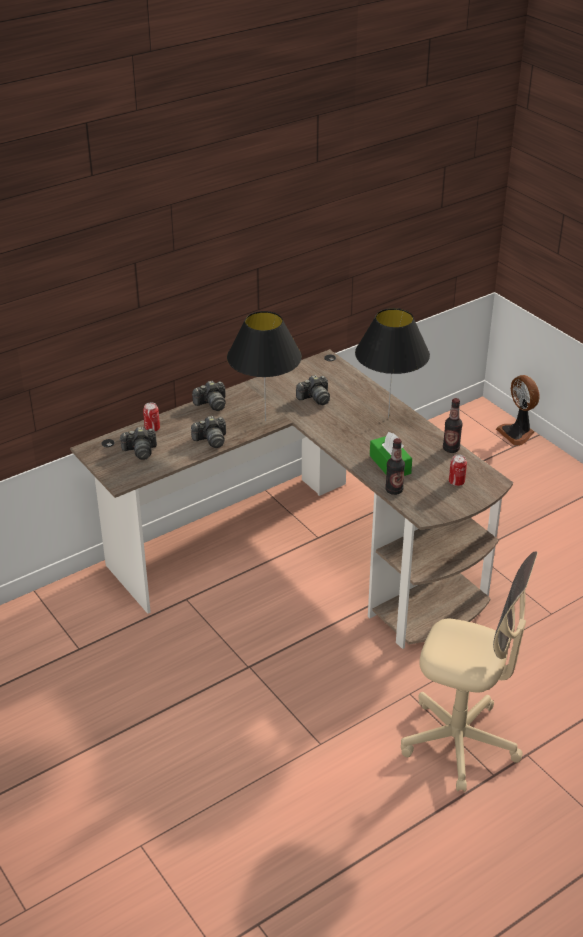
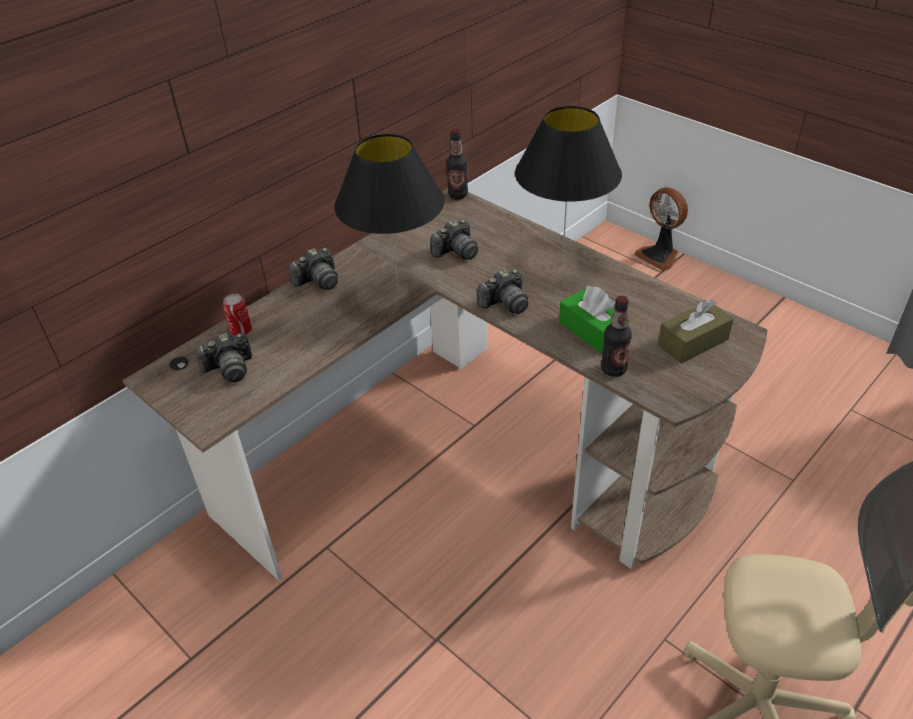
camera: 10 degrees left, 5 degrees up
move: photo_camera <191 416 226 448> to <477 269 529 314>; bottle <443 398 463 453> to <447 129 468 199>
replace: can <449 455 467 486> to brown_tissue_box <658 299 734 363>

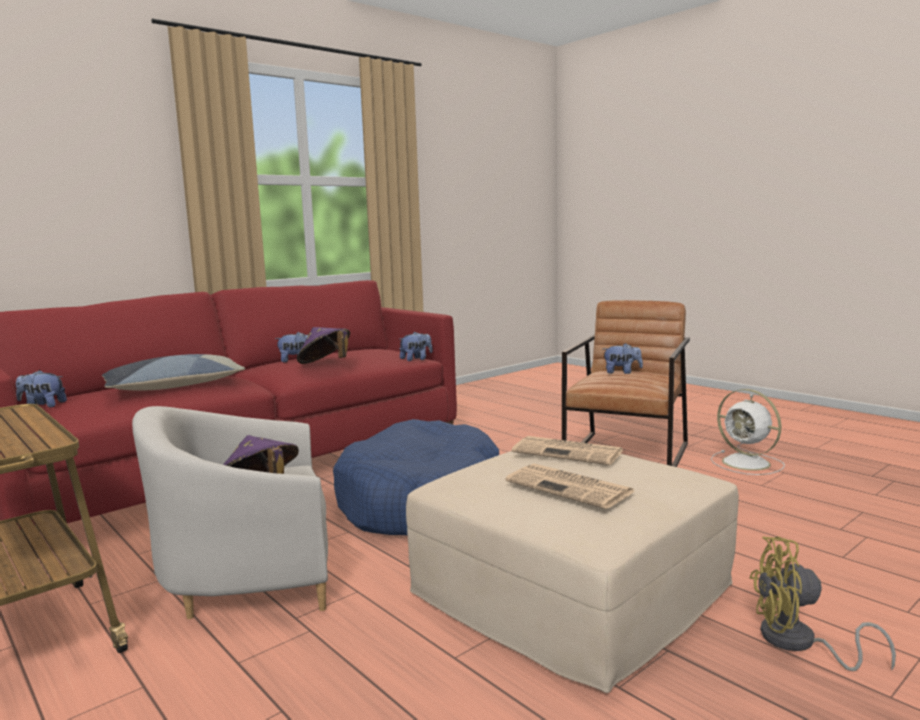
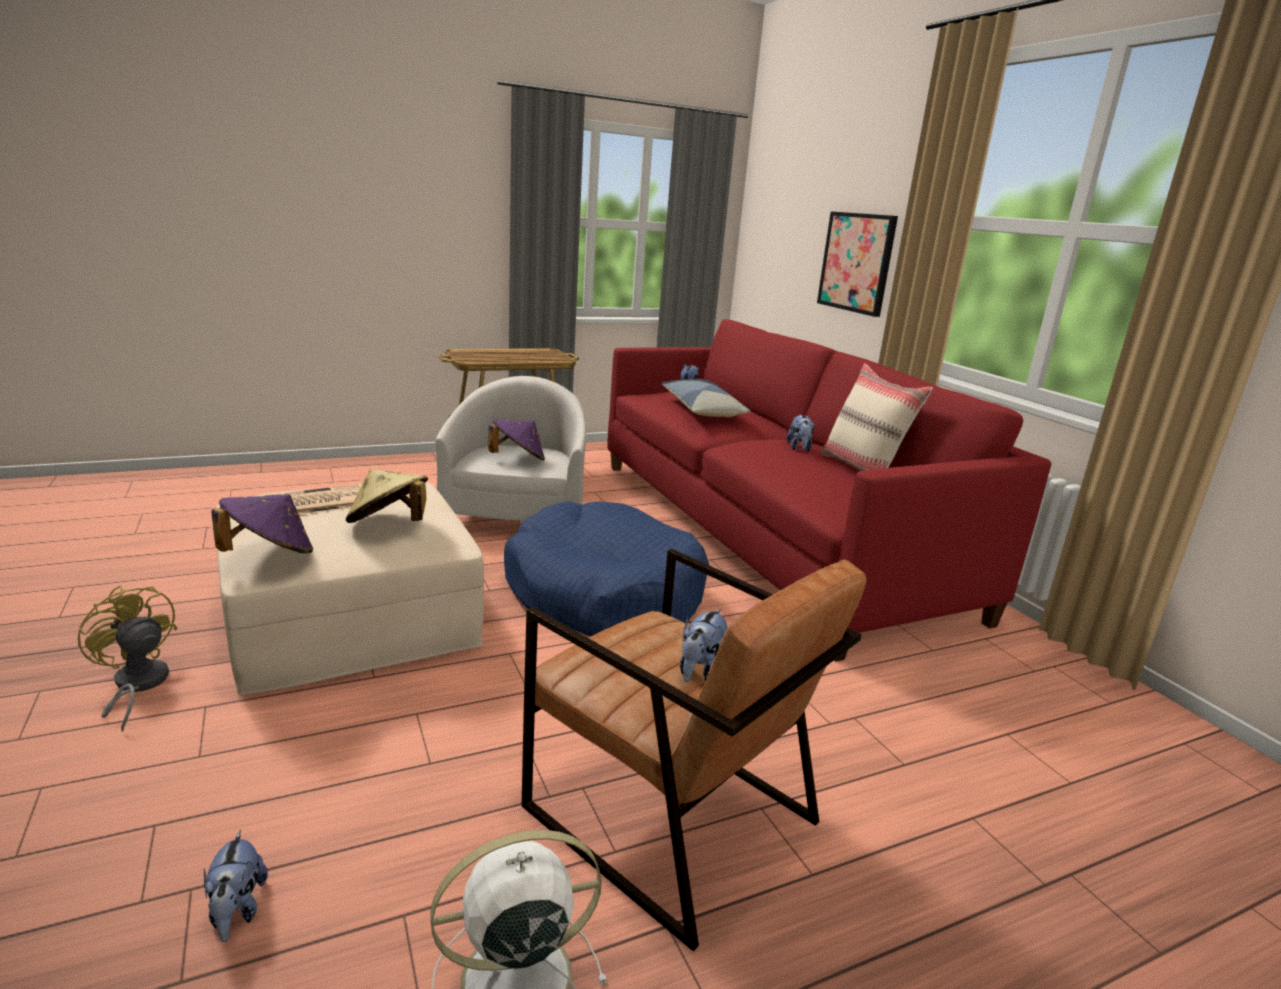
camera: 105 degrees right, 10 degrees up
insert: picture <817 212 898 317>; beige_pillow <820 363 933 471>
move: purple_hat <297 327 350 364> to <212 494 313 553>; plush_toy <399 332 432 361> to <204 830 268 942>
replace: newspaper <512 436 623 465> to beige_hat <346 469 428 523>
rotate: yellow_fan <749 537 896 671> = <78 585 177 732> 75 degrees counterclockwise

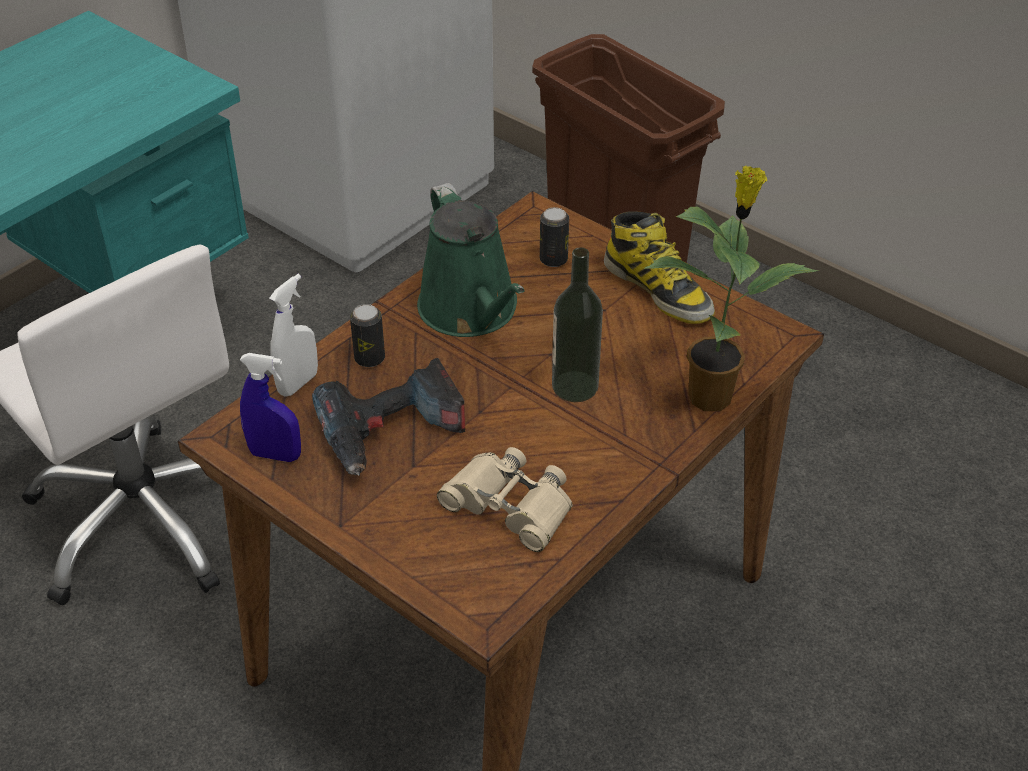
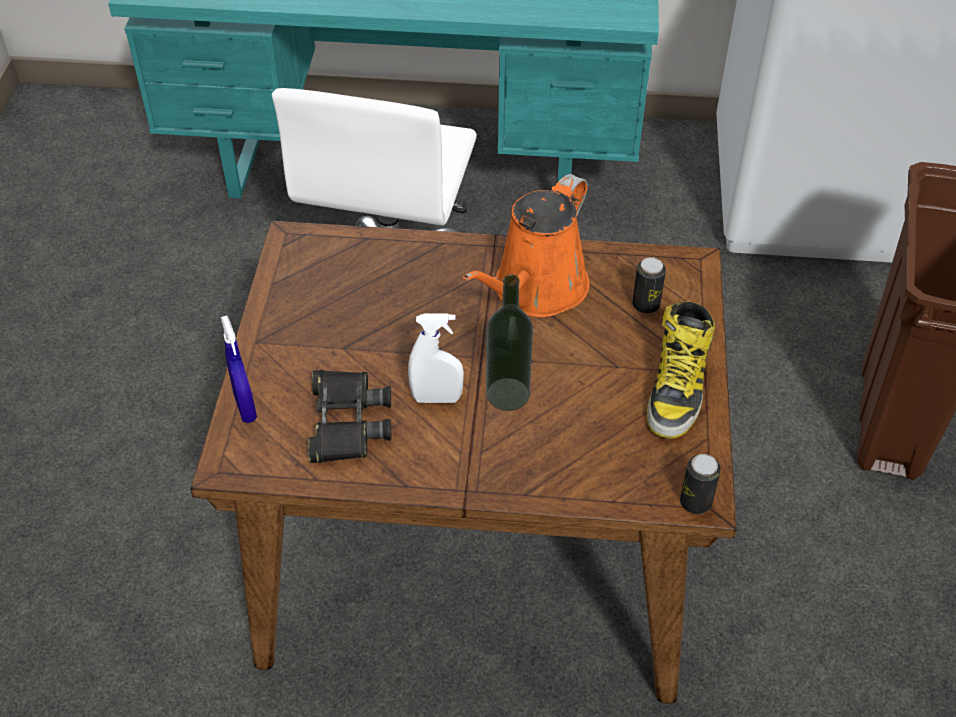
camera: 55 degrees right, 5 degrees up
delete: power_drill <312 358 465 476>; potted_plant <644 166 819 411>
move: blue_spray_bottle <240 353 301 462> to <221 315 257 423>; white_spray_bottle <269 274 318 397> to <408 313 464 403>; can <350 304 385 367> to <680 454 721 514>
recolor: green_watering_can <417 183 525 337> to orange_watering_can <463 174 590 317>; beige_binoculars <437 447 573 552> to black_binoculars <308 370 391 463>

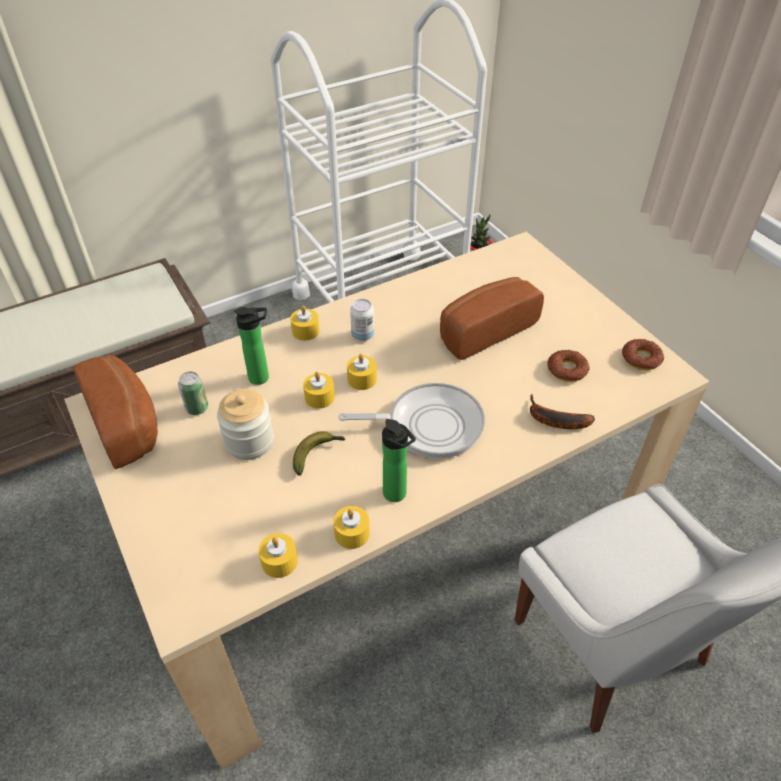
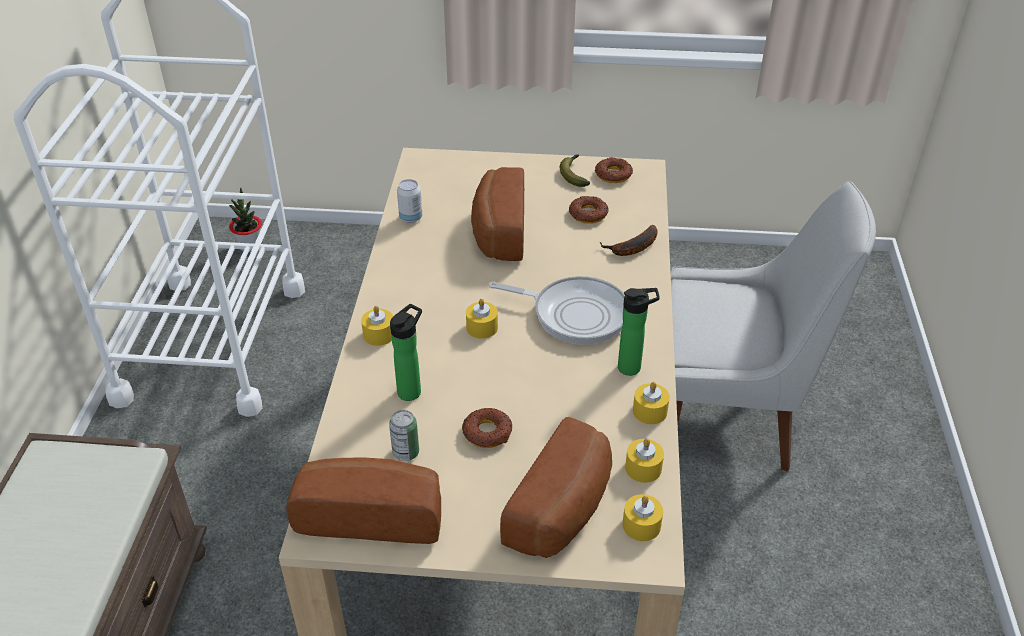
camera: 55 degrees left, 5 degrees down
insert: bread <500 417 612 558>
move: banana <293 431 345 476> to <560 154 590 187>; yellow_candle <303 372 335 409> to <623 494 663 541>; can <350 299 374 341> to <397 179 422 223>
replace: jar <217 389 274 460> to donut <462 408 512 448>
rotate: frying_pan <338 383 485 459> = <489 276 625 345> 75 degrees clockwise

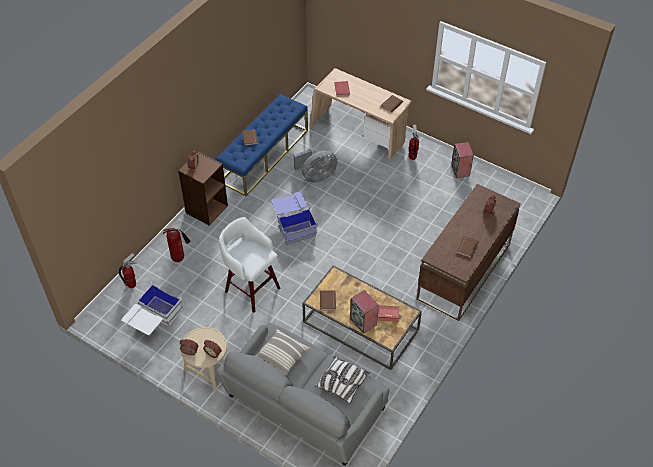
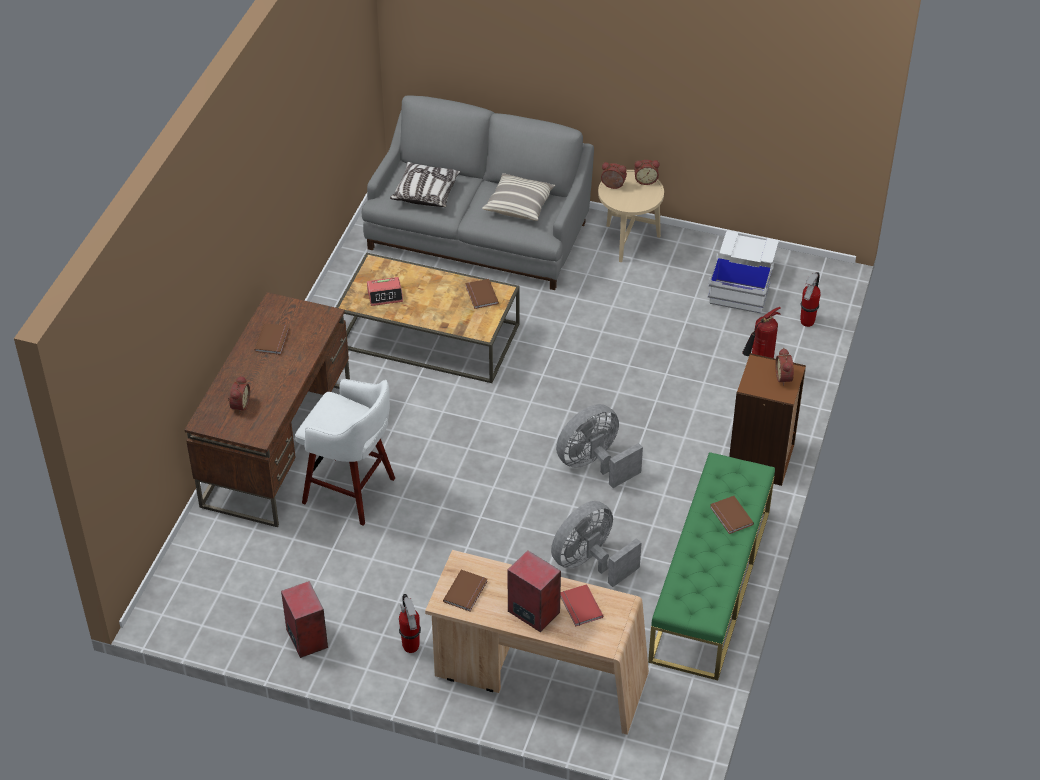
camera: 165 degrees right, 5 degrees down
move: white_stool <219 217 280 313> to <295 379 395 526>; speaker <350 290 379 334> to <507 550 561 632>
replace: blue_storage_box <271 192 318 245> to grey_fan <556 404 643 488>
recolor: blue_bench <215 94 308 196> to green_bench <648 452 775 680>

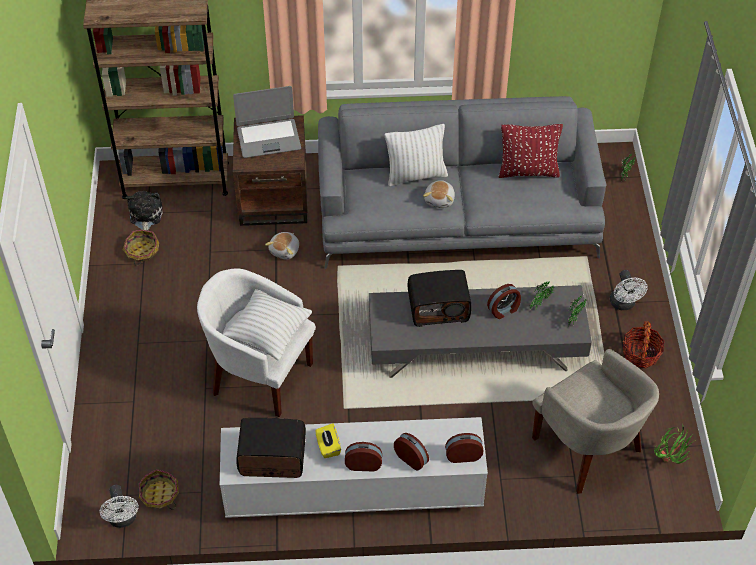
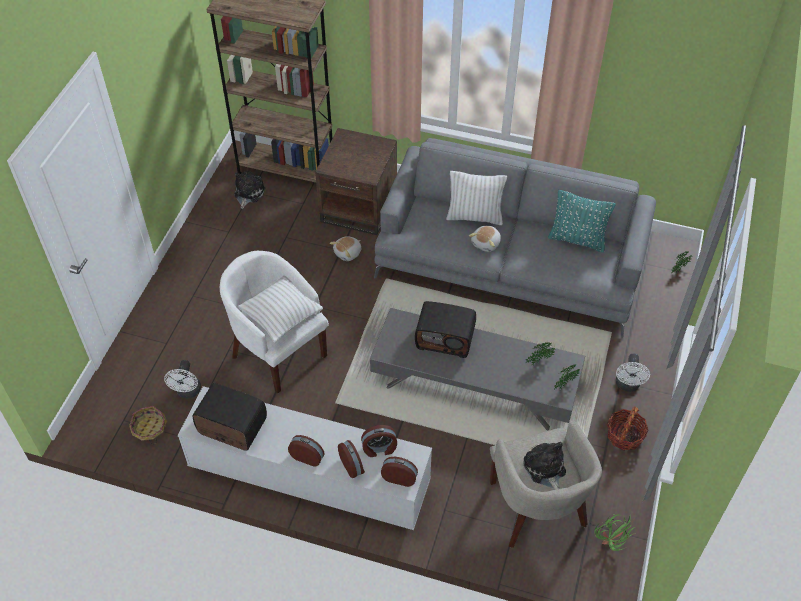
camera: 20 degrees right, 0 degrees up
delete: basket <123 230 159 266>; laptop <233 86 301 158>; yellow_tissue_box <315 423 341 458>
insert: plush_toy <523 442 566 490>
move: white_fan <100 485 139 528> to <164 360 201 398>; alarm_clock <487 284 521 319> to <361 425 397 457>
recolor: red_pillow <499 124 563 178> to turquoise_pillow <548 190 616 252>

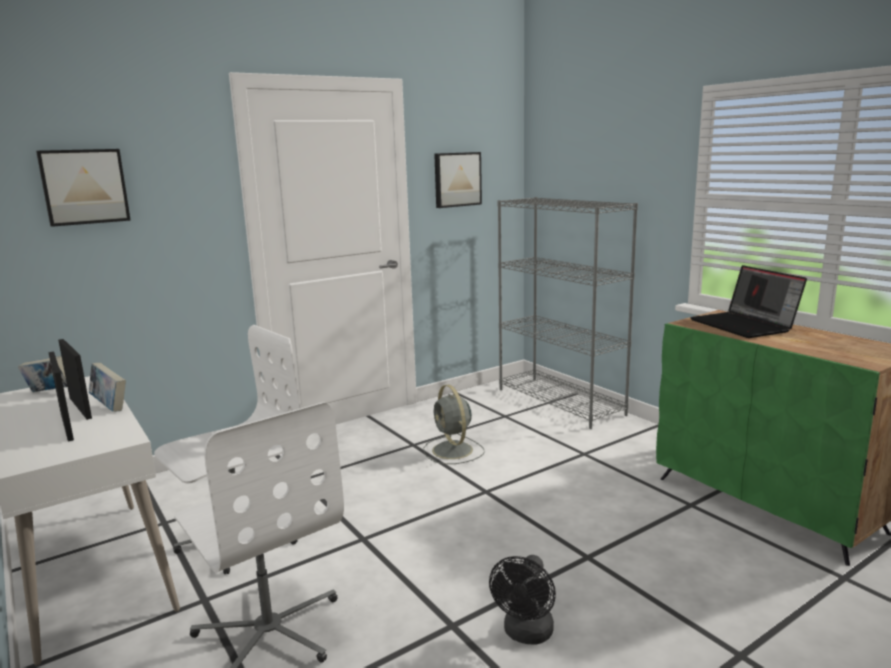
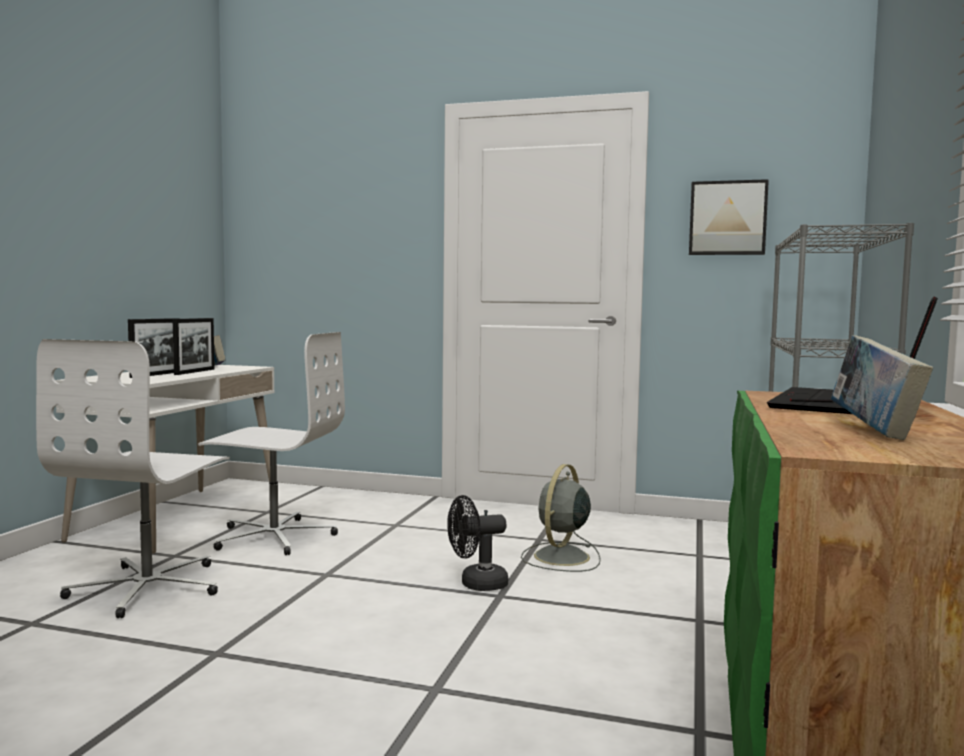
camera: 50 degrees right, 10 degrees down
delete: picture <36 149 131 227>
move: book <89 363 126 412> to <831 336 933 440>; black_fan <489 555 556 645> to <447 495 508 591>

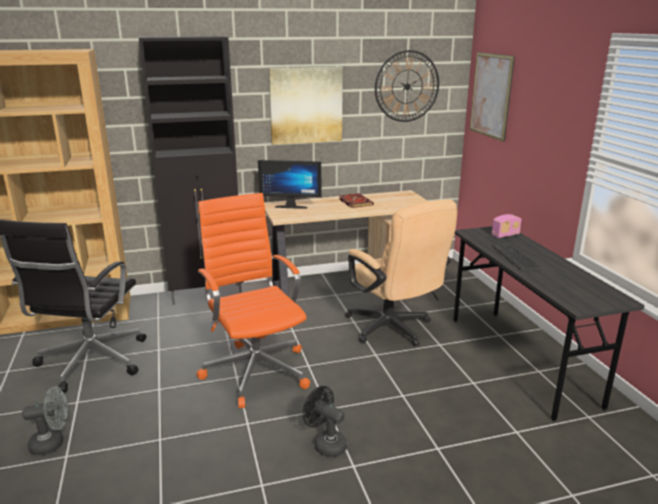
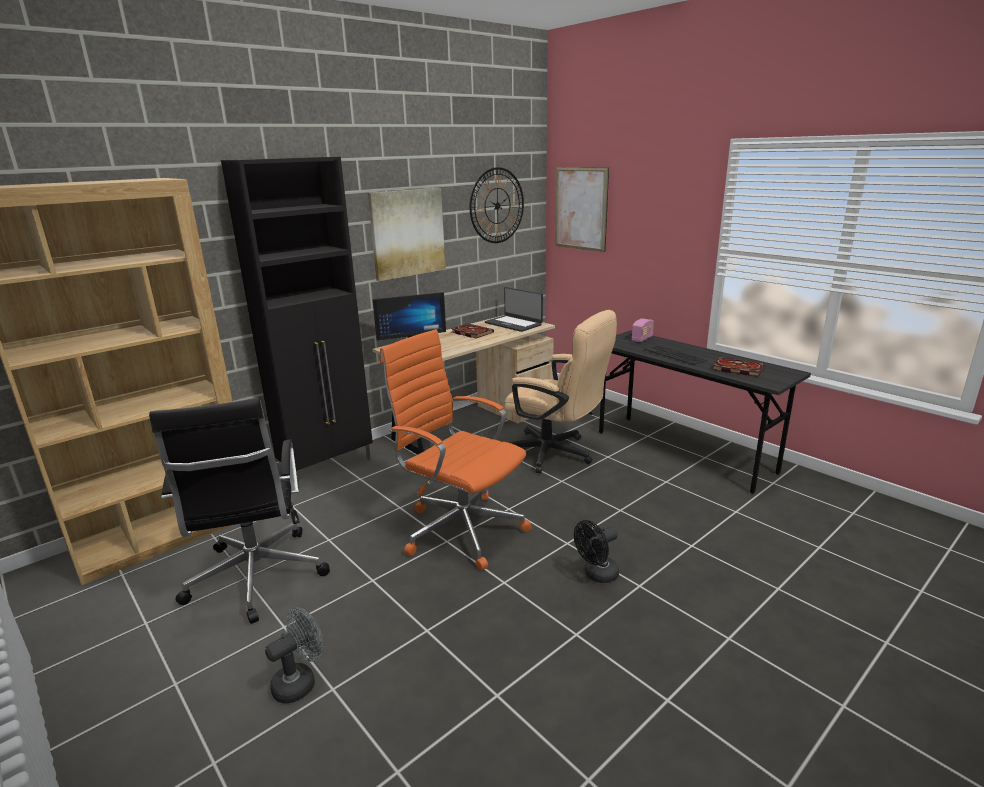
camera: 25 degrees left, 0 degrees up
insert: laptop <485 287 543 332>; book <712 357 765 377>
rotate: black_fan <303 386 347 457> = <574 520 619 583> 45 degrees counterclockwise

